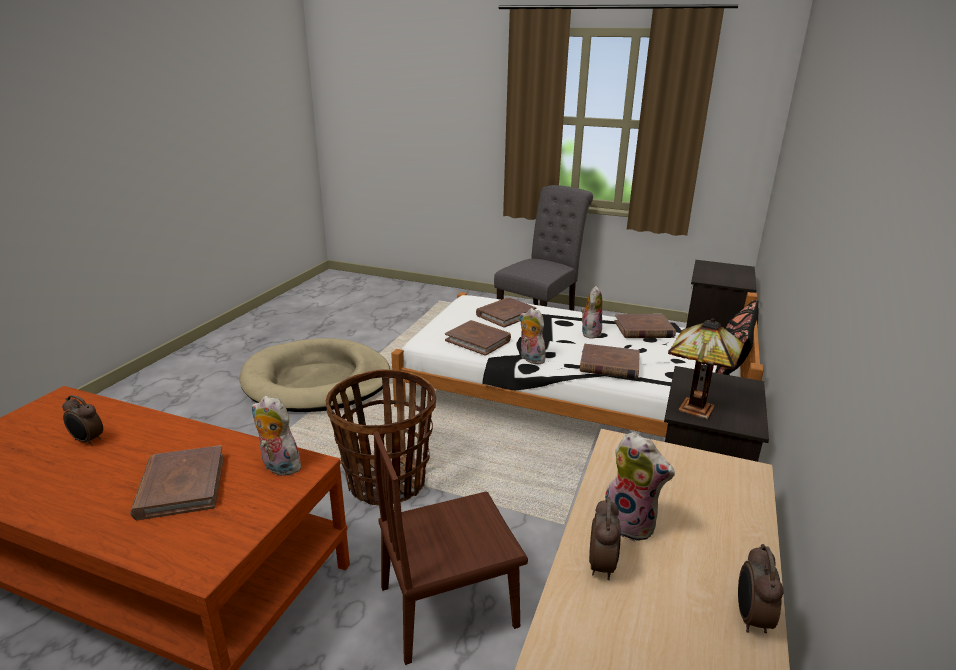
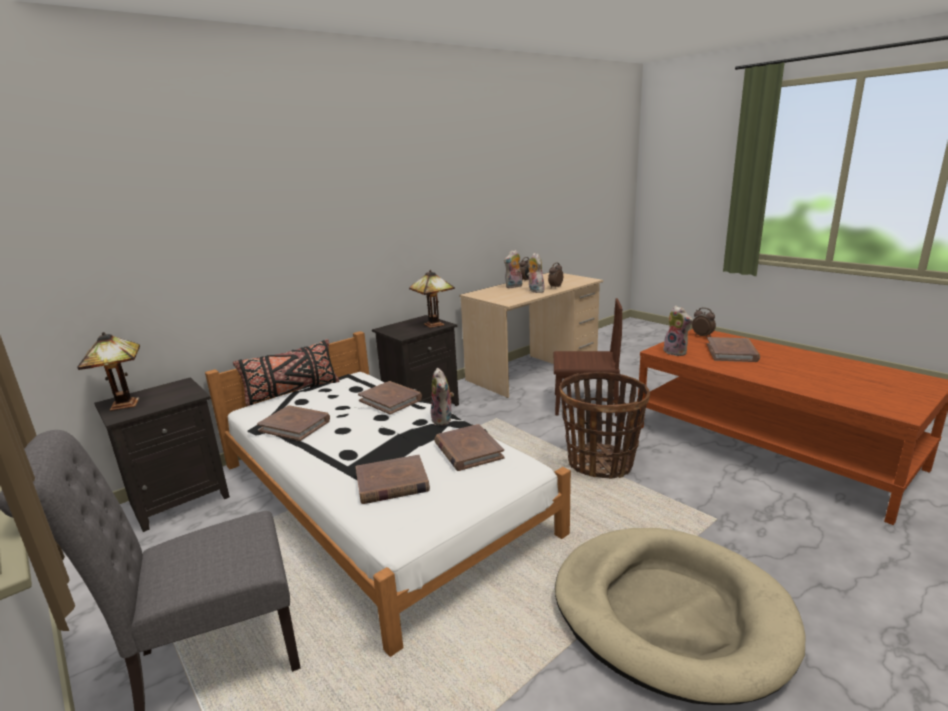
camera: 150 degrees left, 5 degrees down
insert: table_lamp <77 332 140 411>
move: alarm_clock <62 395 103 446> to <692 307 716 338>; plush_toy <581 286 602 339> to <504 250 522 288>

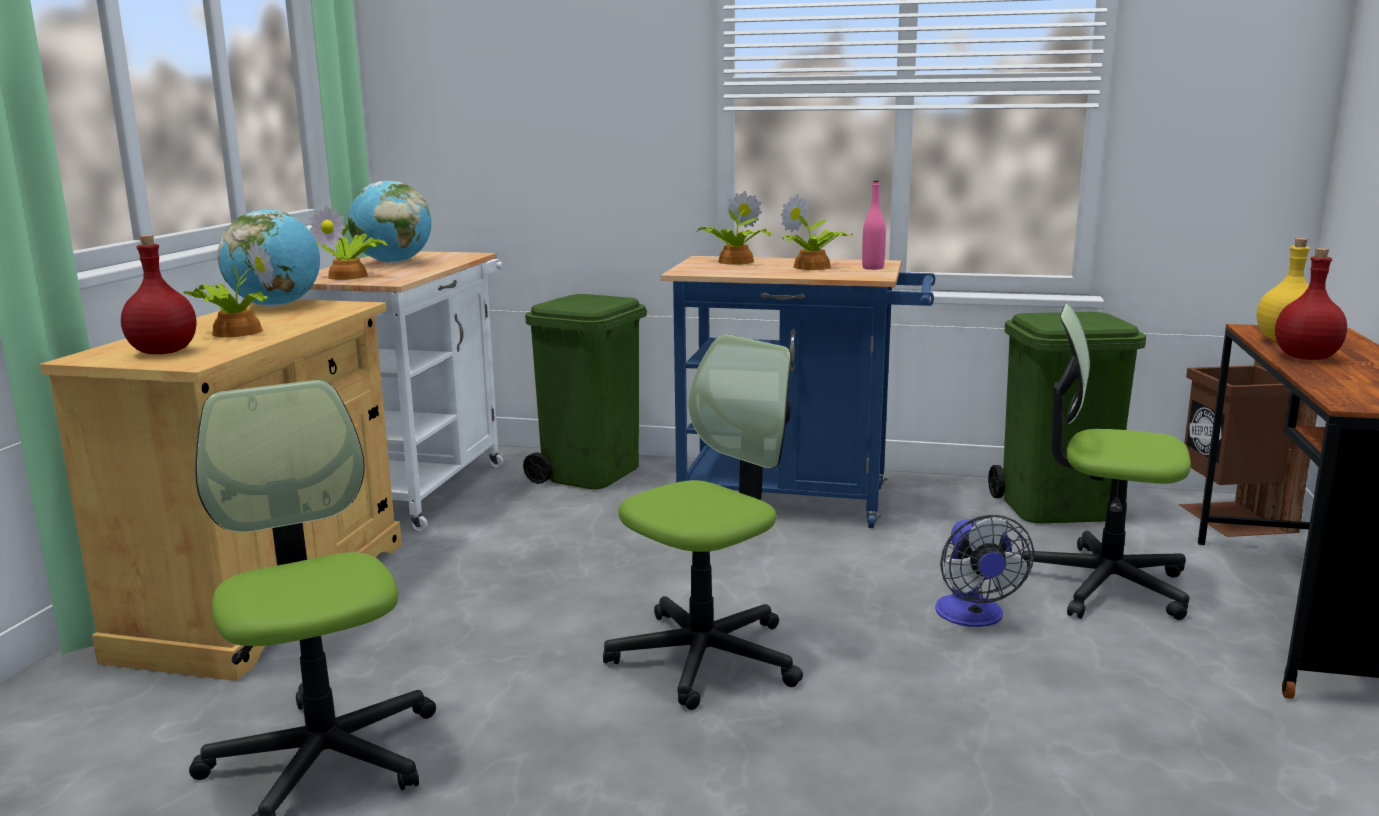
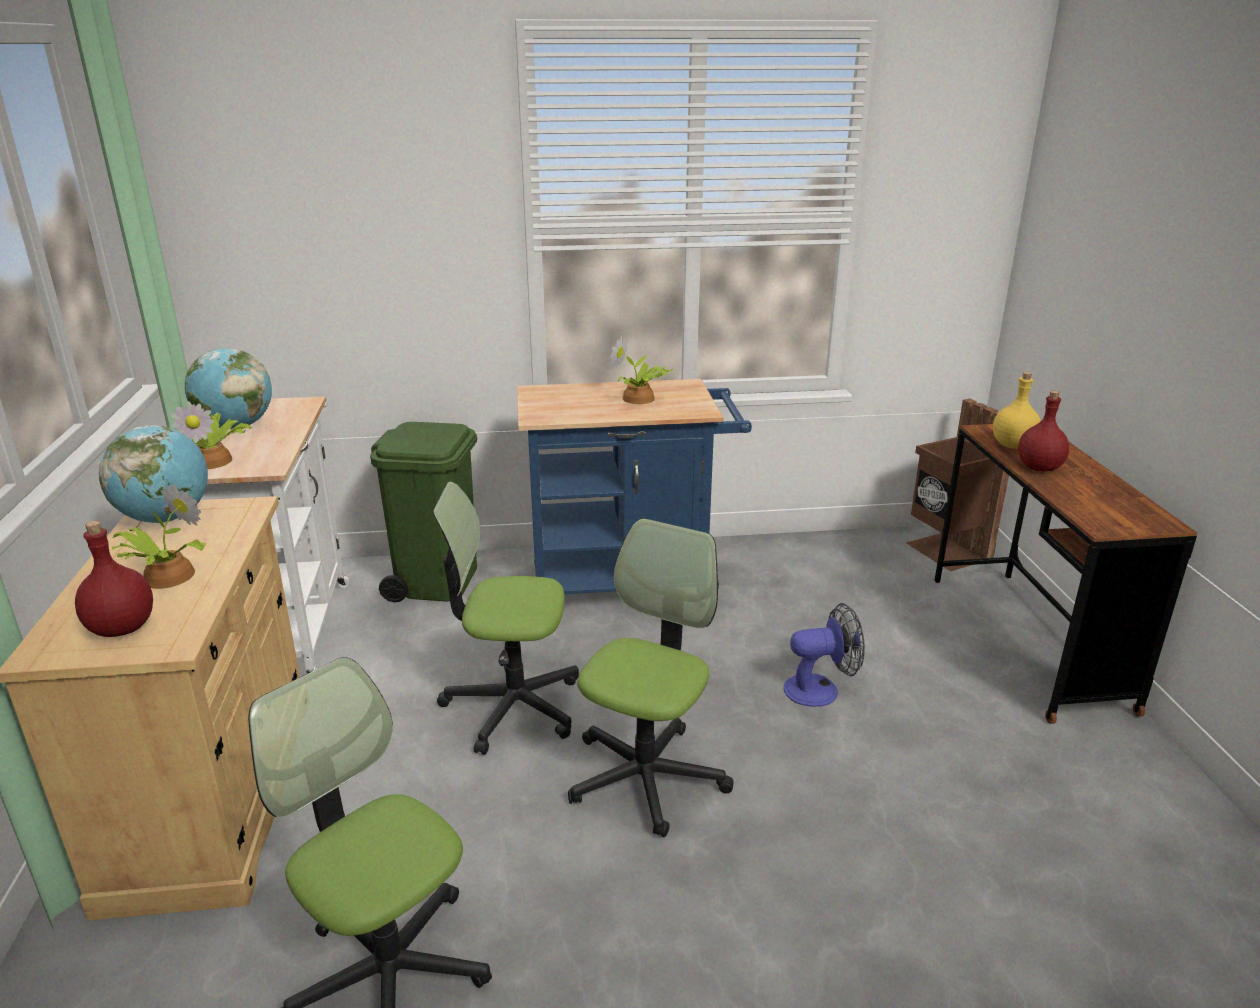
camera: 20 degrees left, 10 degrees up
delete: potted_plant <696 191 772 265>; pink_bottle <862 180 886 270>; green_trash_can <988 312 1146 523>
move: office_chair <1022 304 1191 620> to <433 482 579 755>
rotate: fan <935 515 1034 627> = <784 603 865 707> 75 degrees counterclockwise

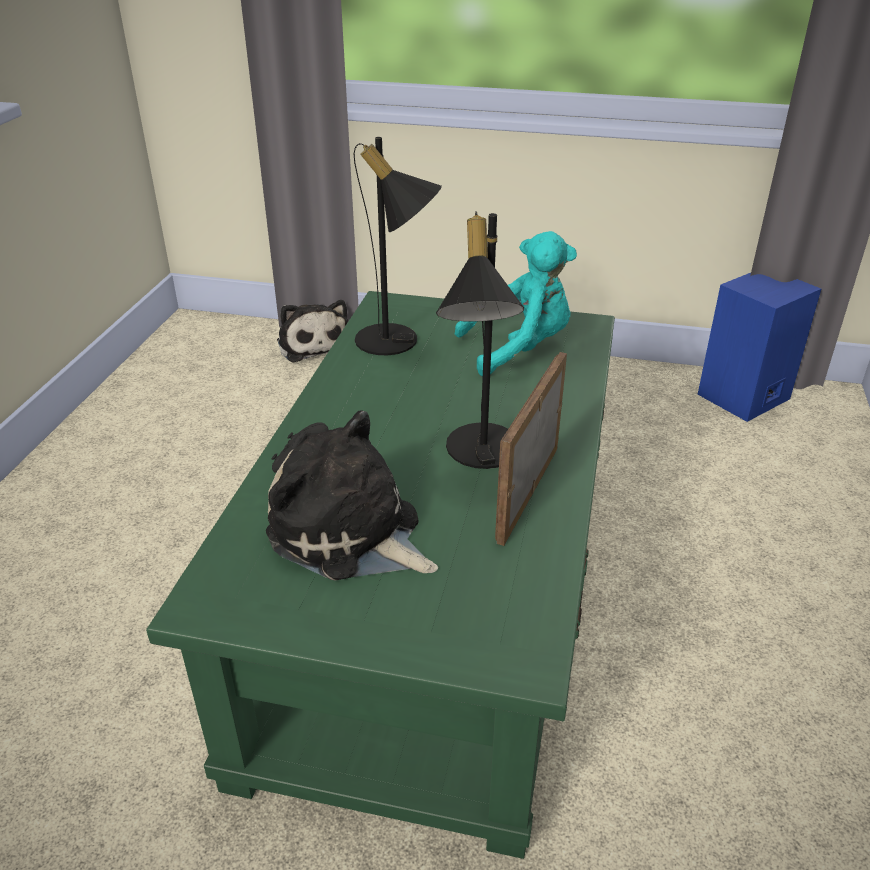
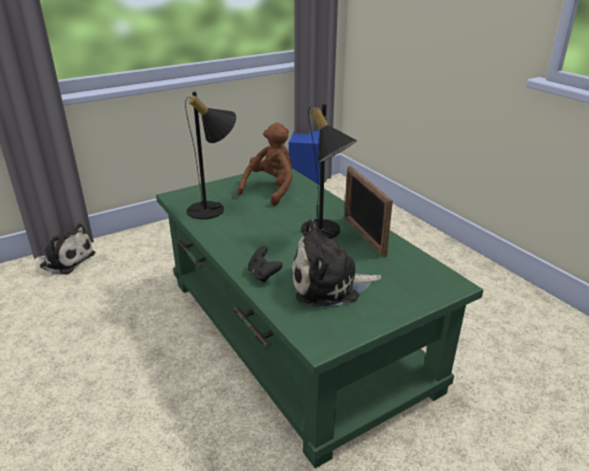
camera: 45 degrees left, 5 degrees down
recolor: turquoise_plush_toy <455 231 577 376> to brown_plush_toy <237 122 293 206>

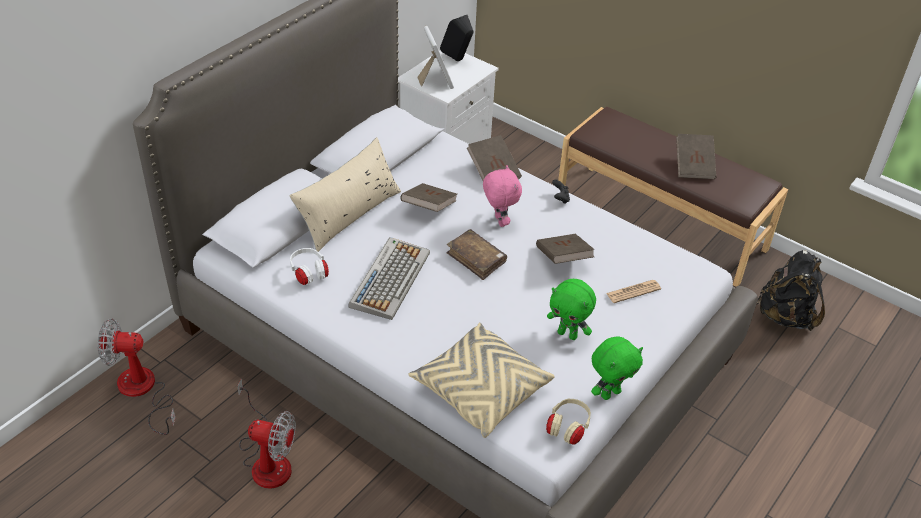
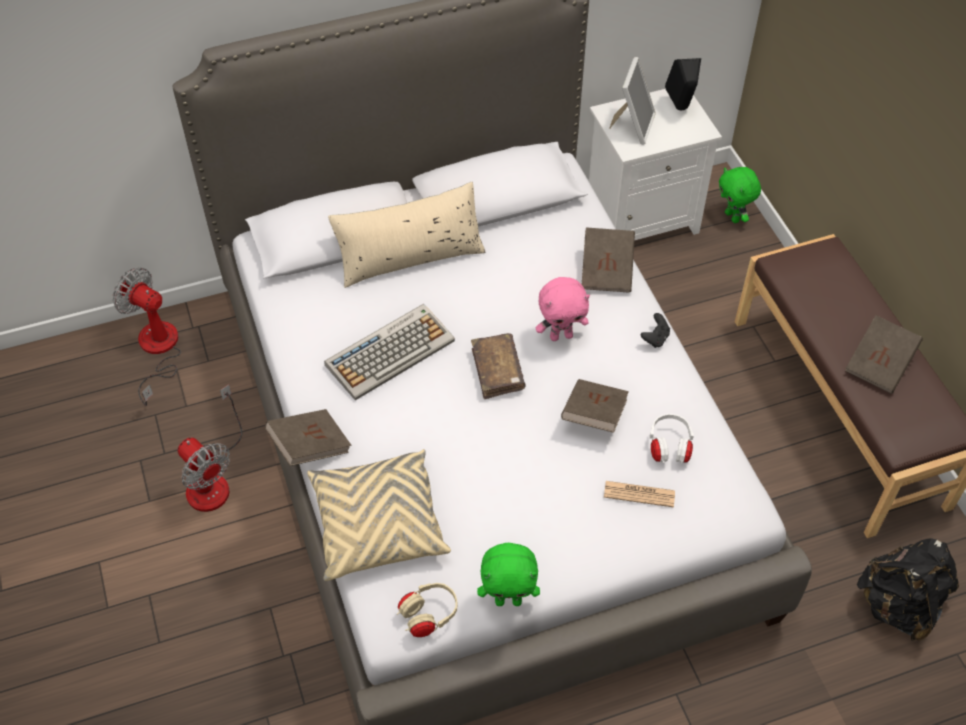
camera: 35 degrees right, 10 degrees up
move: white_headphones <290 248 329 285> to <650 414 694 464>; brown_book <400 183 457 212> to <265 409 351 466>; green_plush_toy <547 279 596 340> to <719 167 761 223>
rotate: pink_plush_toy <483 165 522 227> = <536 277 590 341> 60 degrees clockwise

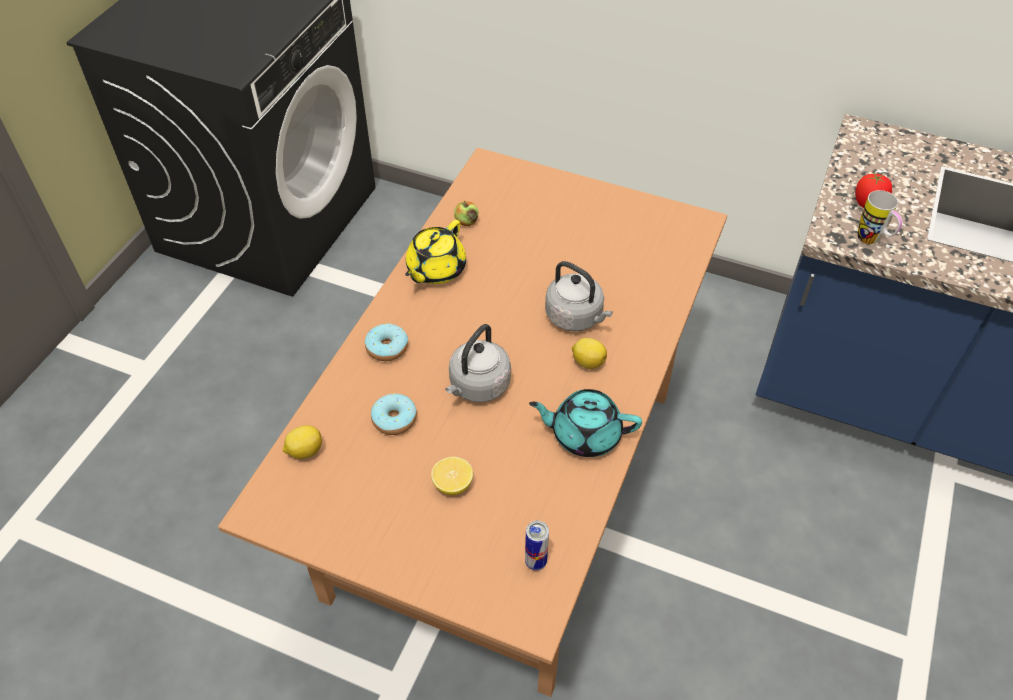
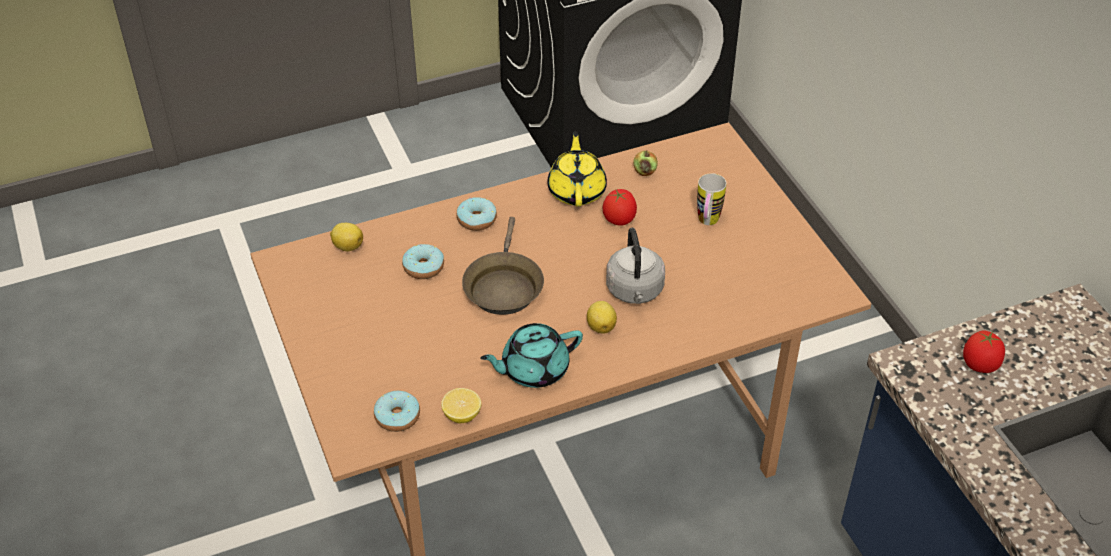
camera: 45 degrees right, 5 degrees down
insert: tomato <602 189 637 226>
move: lemon <431 457 473 495> to <441 388 482 423>; mug <858 190 902 244> to <697 173 726 225>
replace: grey_kettle <445 324 511 402> to brown_frying_pan <462 217 544 315>; can <525 520 549 571> to donut <374 391 420 432>
rotate: yellow_teapot <406 220 466 284> = <547 131 607 207> 105 degrees clockwise; turquoise_teapot <529 389 642 457> = <480 323 583 388> 75 degrees counterclockwise

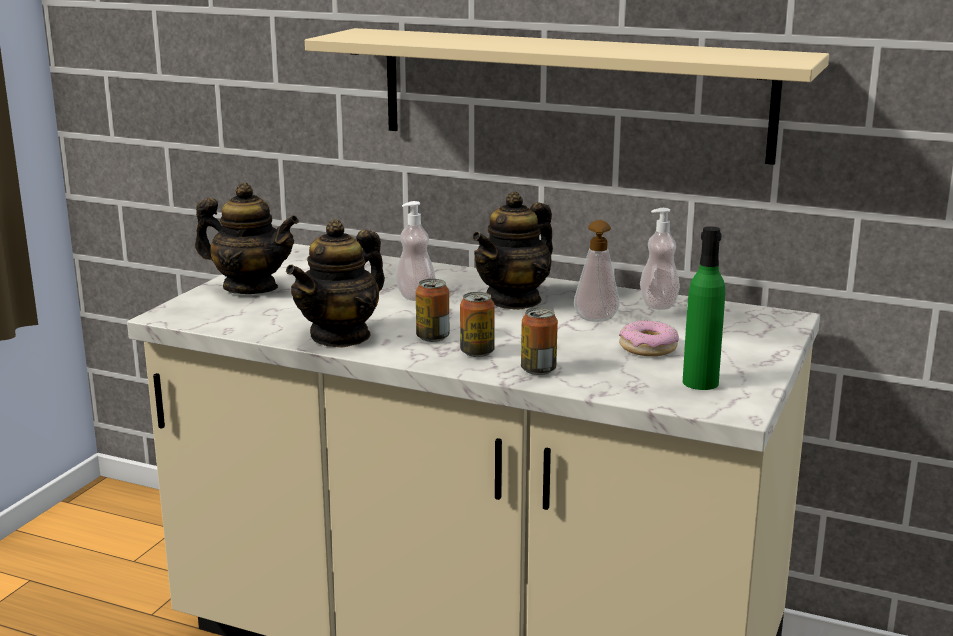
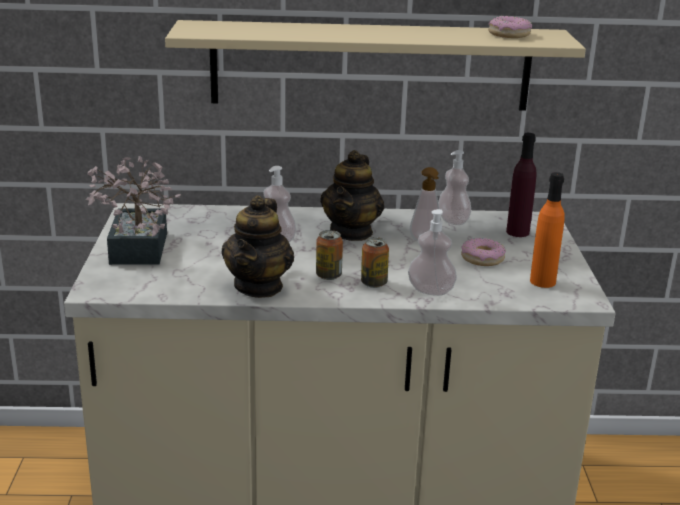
camera: 25 degrees left, 5 degrees up
insert: donut <488 16 532 38>; purple_bottle <506 133 536 237>
replace: teapot <195 183 299 294> to potted_plant <86 156 181 265>; can <521 307 558 375> to soap_dispenser <408 209 457 296>
recolor: green_bottle <683 226 725 390> to orange_bottle <530 172 565 288>

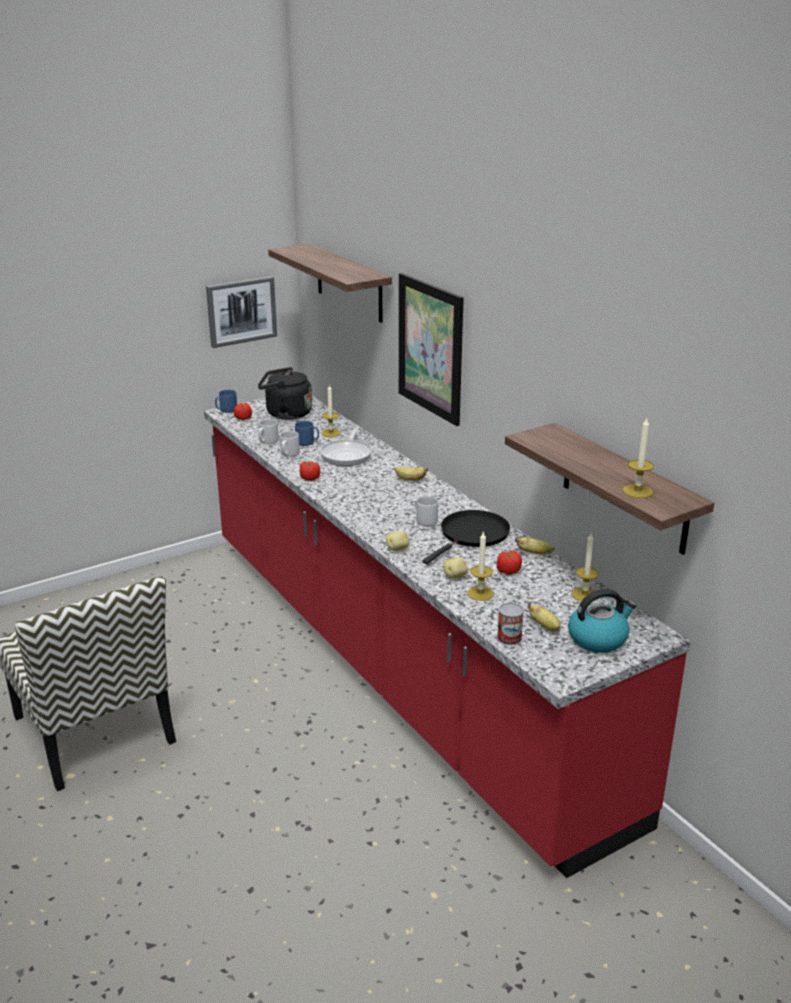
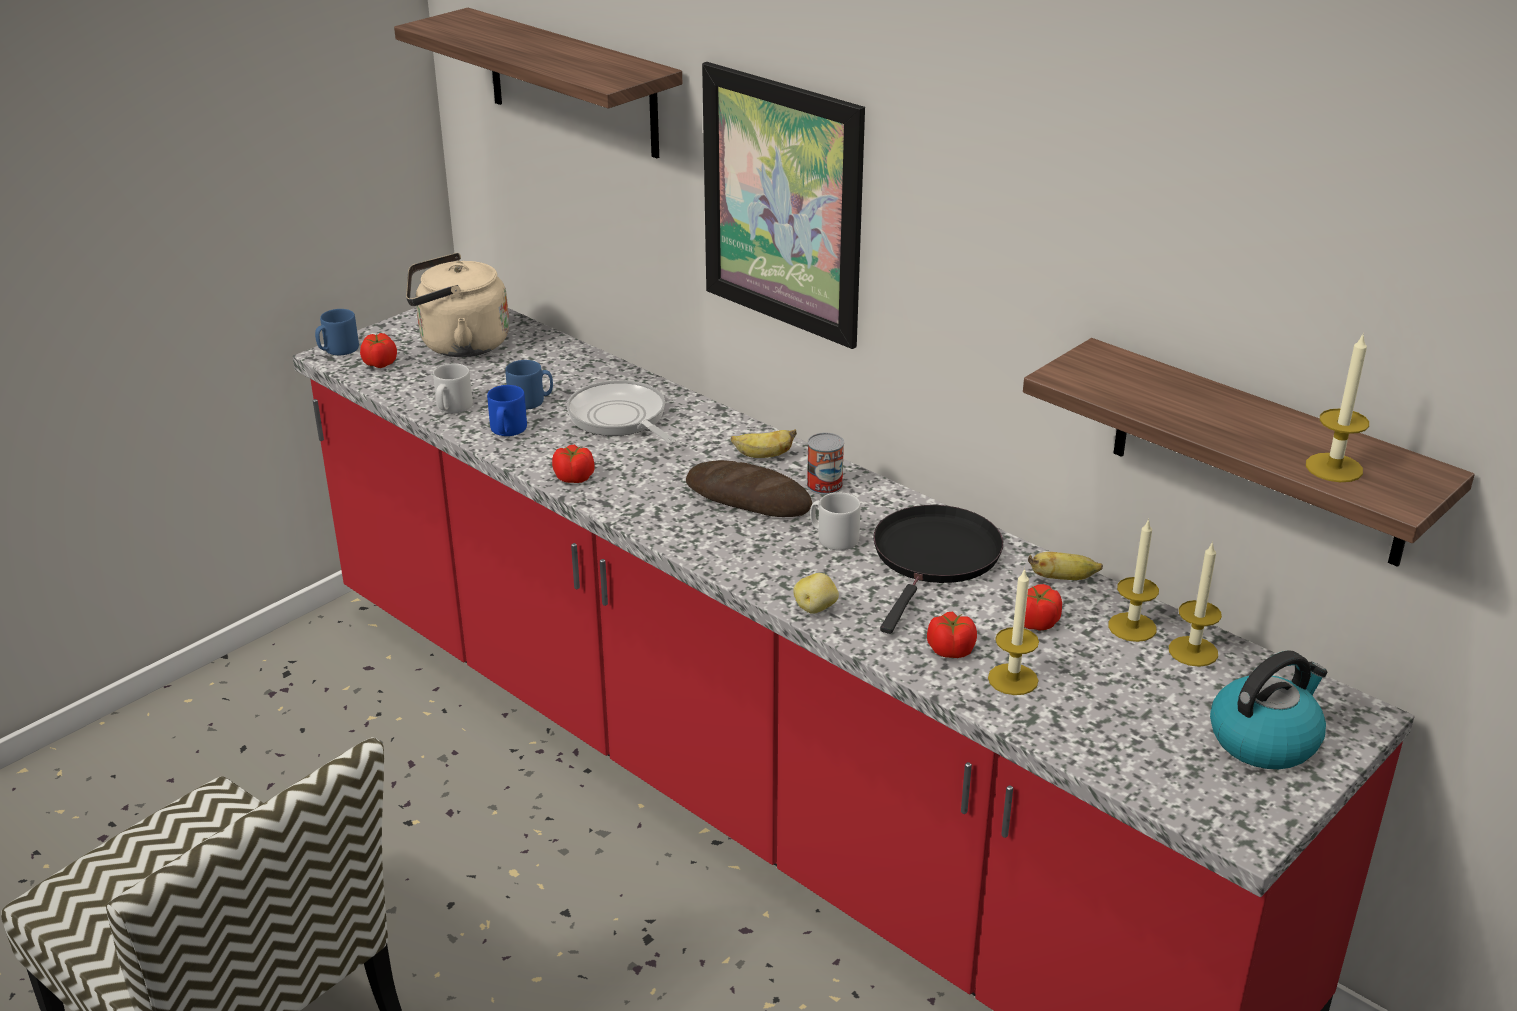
camera: 15 degrees left, 5 degrees up
delete: picture <206 276 277 348>; banana <527 602 561 632>
insert: bread <686 460 812 517>
move: candle <321 384 341 437> to <1108 518 1159 642>; can <497 603 524 645> to <807 433 844 495>
replace: potato <443 557 468 579> to tomato <927 611 977 658>
recolor: black_kettle <258 367 312 420> to beige_kettle <406 253 509 357>; grey_mug <280 431 300 457> to blue_mug <487 385 527 436>
rotate: frying_pan <320 428 372 466> = <567 380 676 444> 150 degrees clockwise

